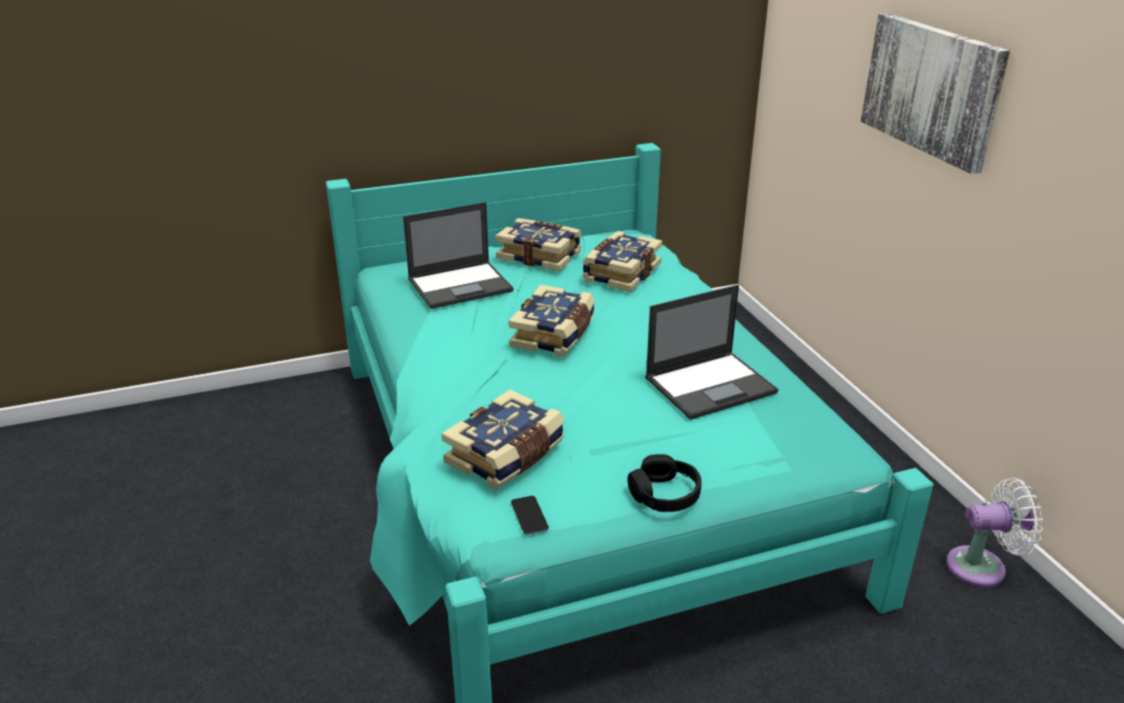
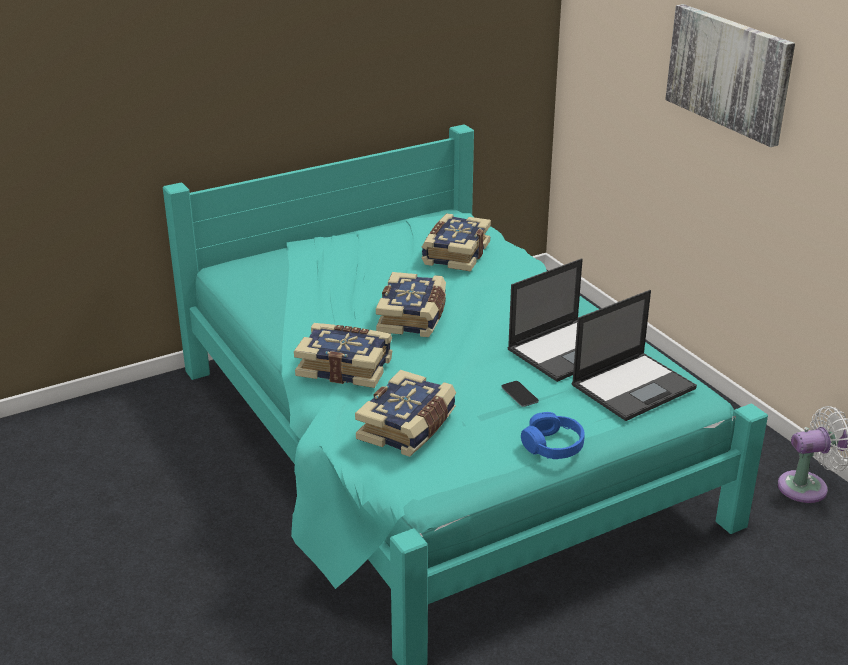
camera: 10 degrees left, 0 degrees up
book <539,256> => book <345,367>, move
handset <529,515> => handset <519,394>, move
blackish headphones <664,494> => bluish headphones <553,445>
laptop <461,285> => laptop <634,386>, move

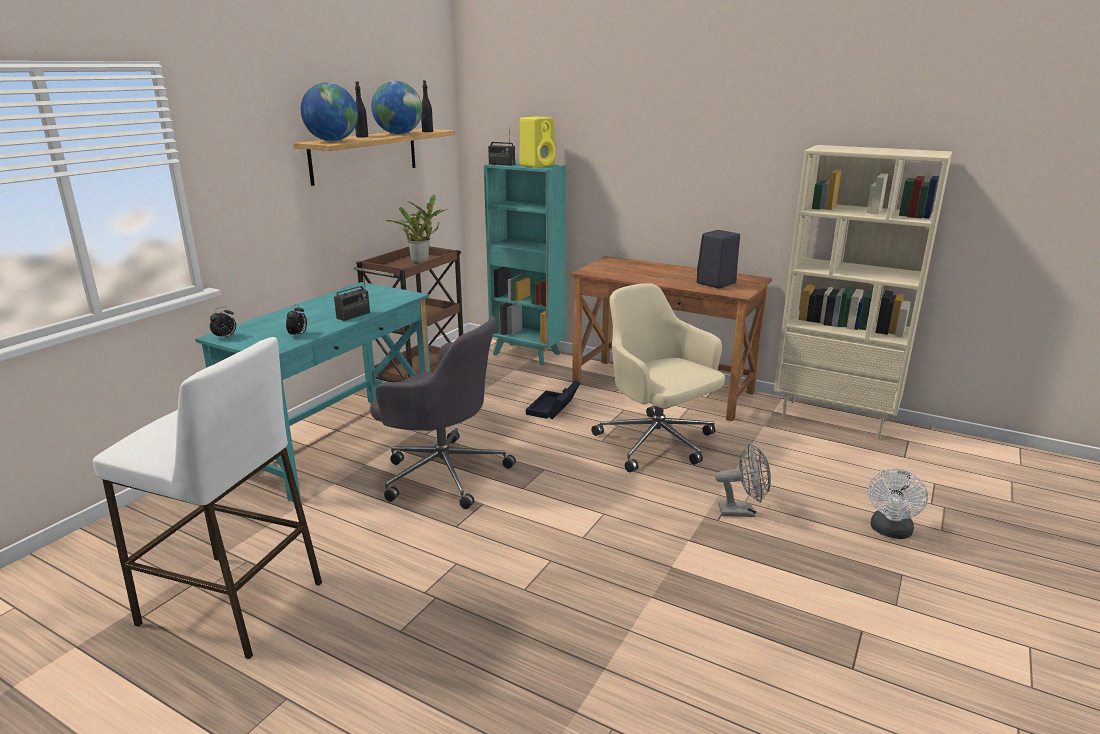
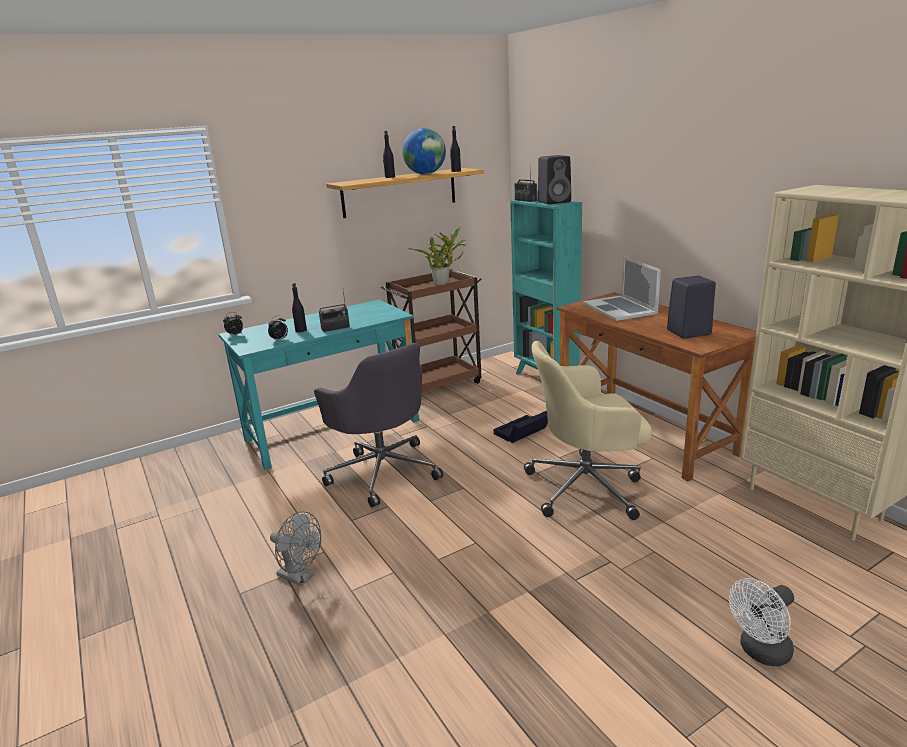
camera: 30 degrees right, 0 degrees up
grey cooling fan <742,511> => grey cooling fan <301,577>, move
nothing => blackish drink bottle <301,330>
beige computer chair <657,443> => beige computer chair <587,487>, 90 degrees counterclockwise
yellow-coloured loudspeaker <537,165> => blackish loudspeaker <555,202>
nothing => laptop <620,308>
white-coloured sitting stool <233,603> => nothing
desk globe <332,141> => nothing

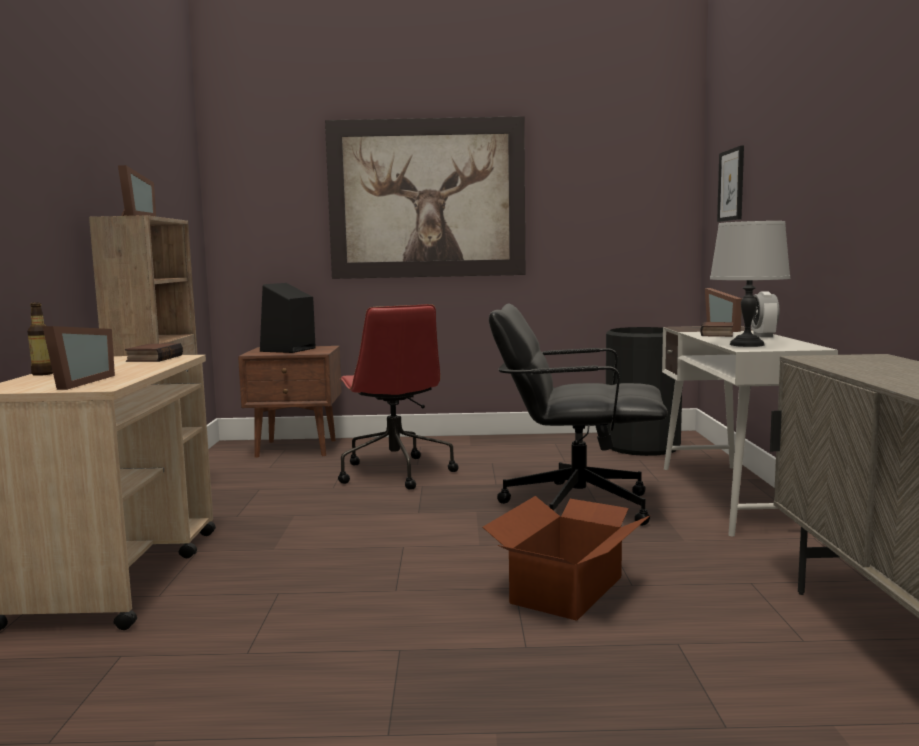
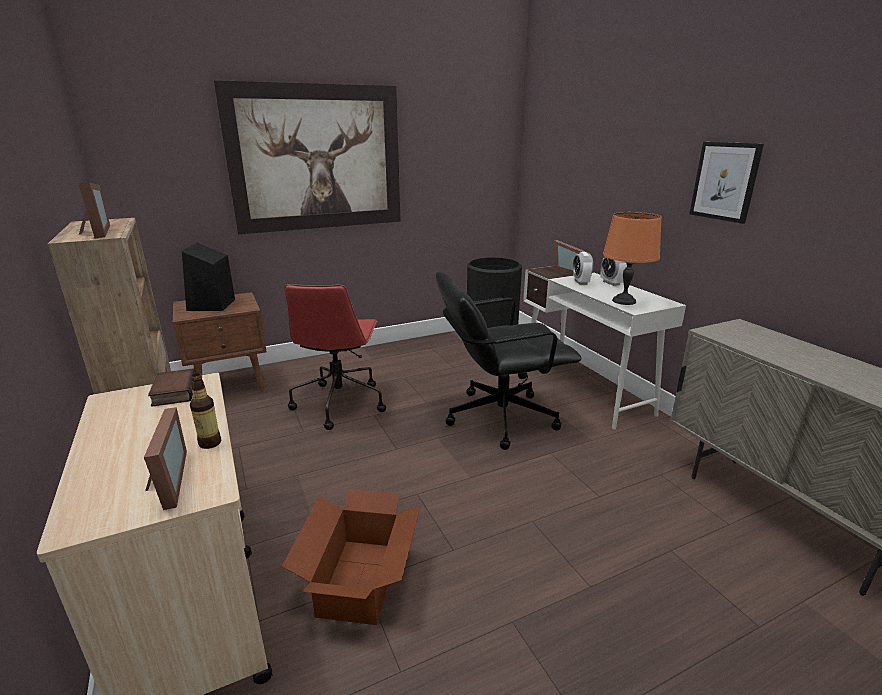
camera: 25 degrees left, 15 degrees up
drink bottle <42,374> => drink bottle <210,443>, move
packing box <569,590> => packing box <361,579>, move
red computer chair <394,472> => red computer chair <339,403>, 45 degrees clockwise
book <718,334> => alarm clock <581,282>
grey tabletop lamp <746,344> => orange-coloured tabletop lamp <623,301>
wall picture <731,185> => wall picture <724,181>, move

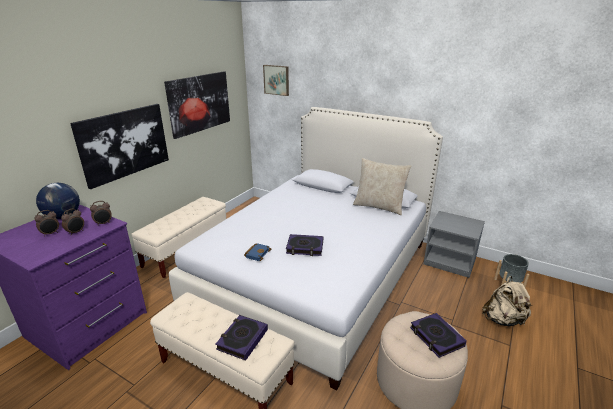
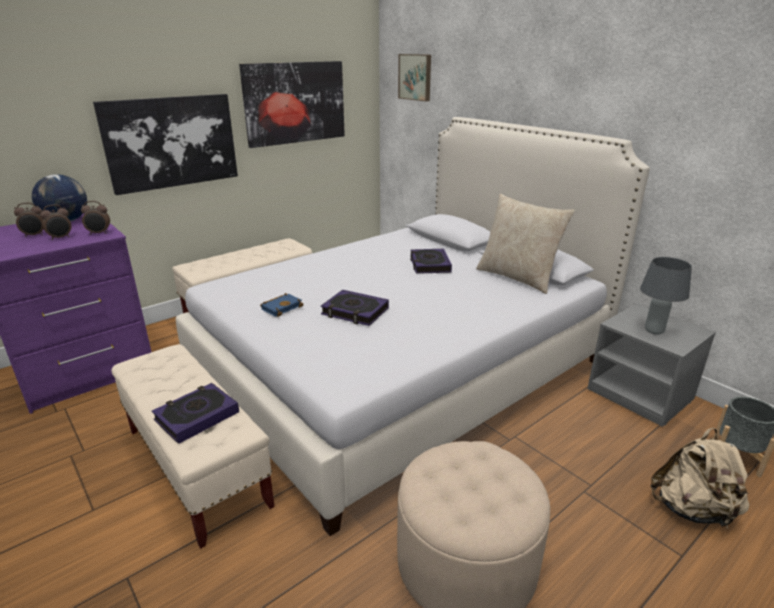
camera: 20 degrees right, 0 degrees up
book <436,337> => book <429,265>, move
nothing => grey tabletop lamp <653,331>

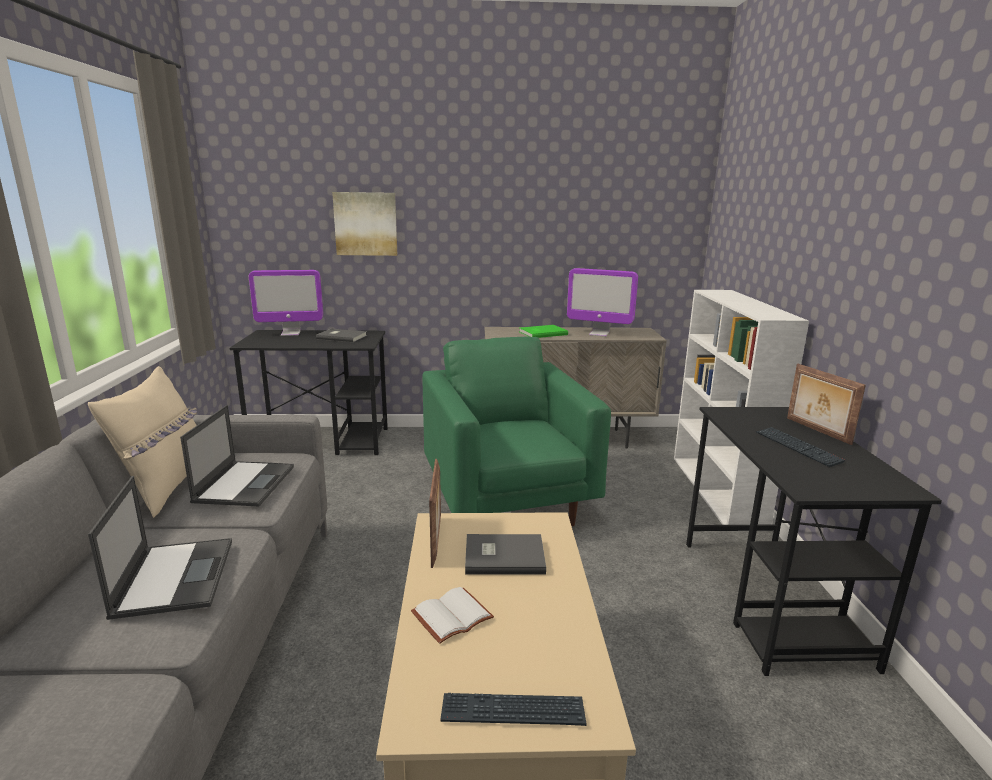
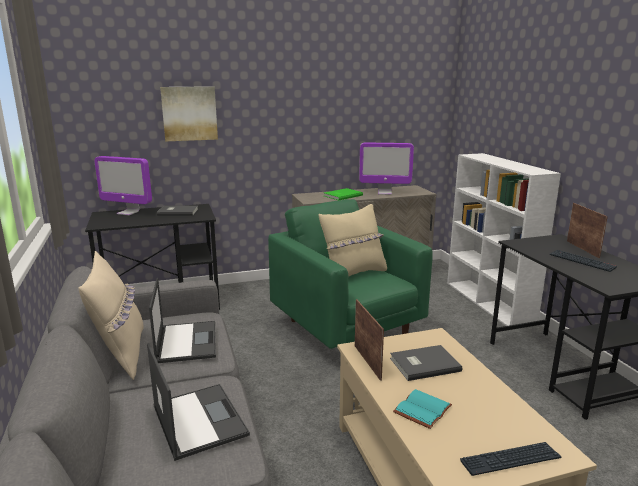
camera: 15 degrees left, 0 degrees up
computer display <290,333> => computer display <128,212>, 45 degrees clockwise
nothing => beige pillow <353,274>
white-coloured book <452,614> => turquoise-coloured book <421,409>
standing frame <816,431> => standing frame <583,249>, 150 degrees counterclockwise

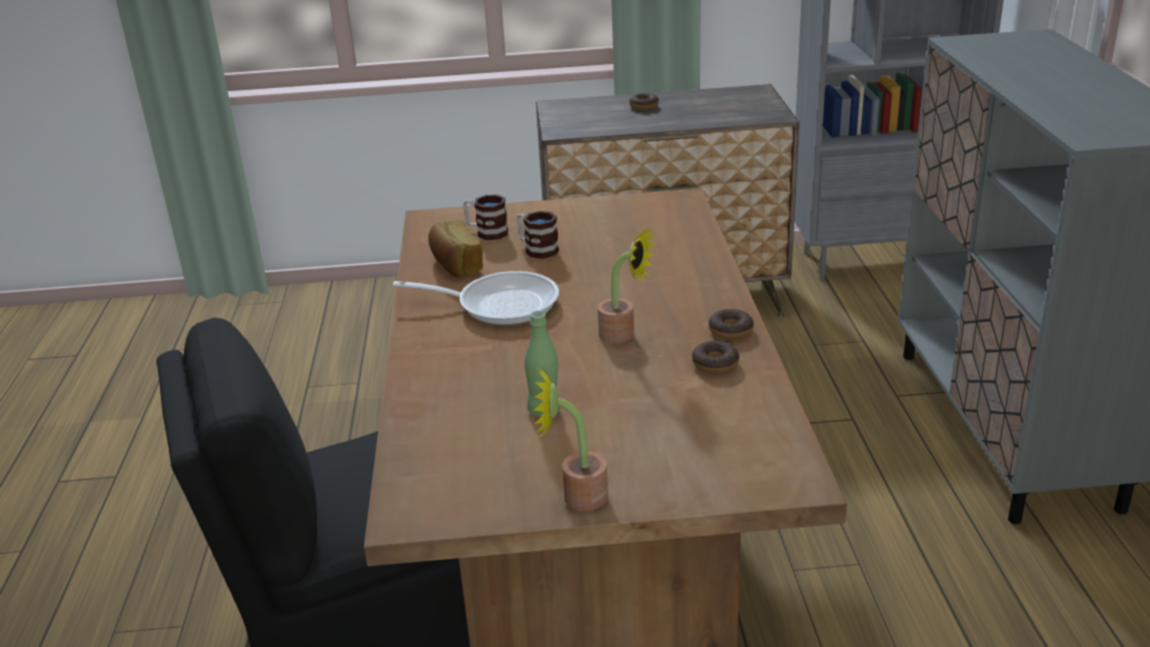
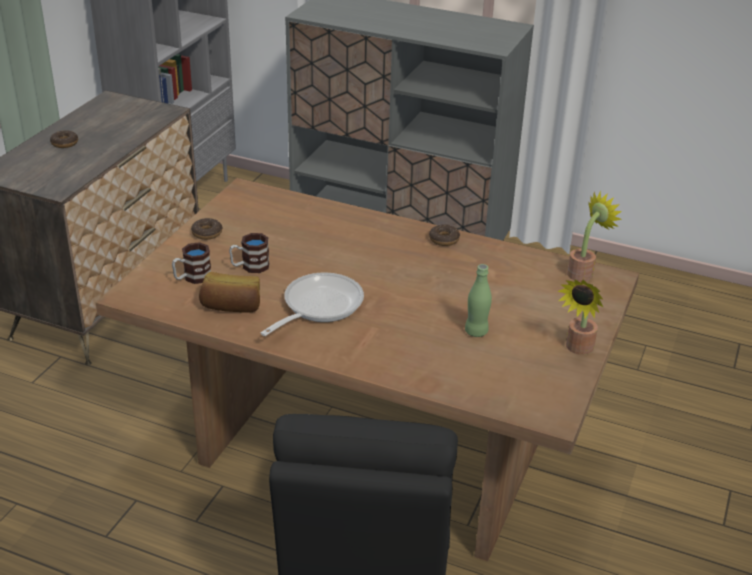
camera: 65 degrees left, 5 degrees up
doughnut <715,364> => doughnut <207,233>, move
houseplant <623,336> => houseplant <583,272>, move

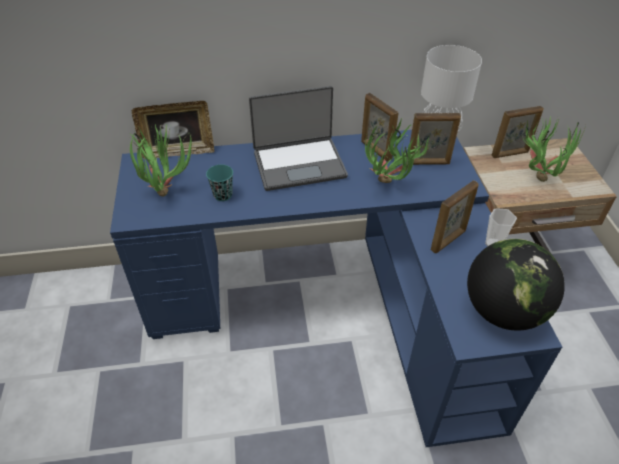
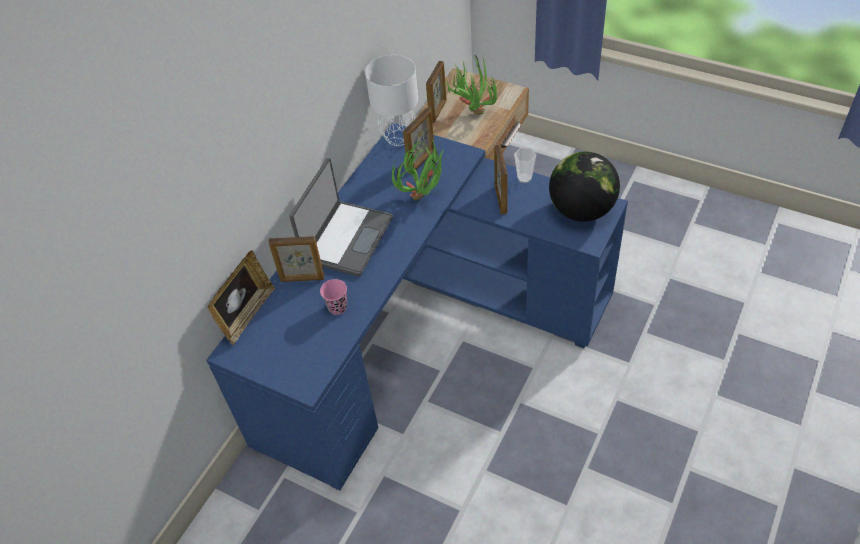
camera: 50 degrees left, 5 degrees up
standing frame <375,151> => standing frame <302,279>, move
turquoise-coloured cup <223,195> => pink-coloured cup <337,307>
houseplant <165,188> => nothing

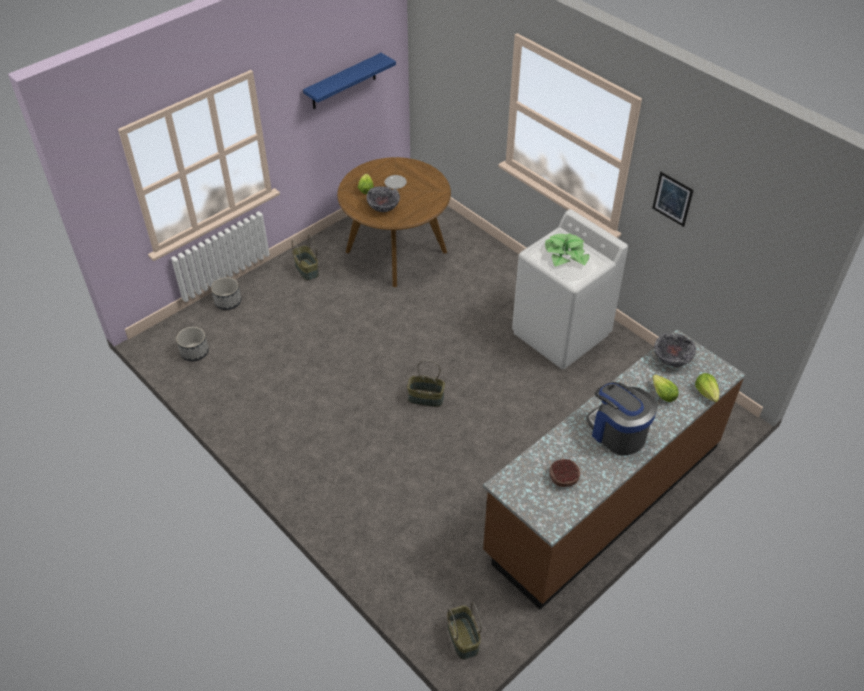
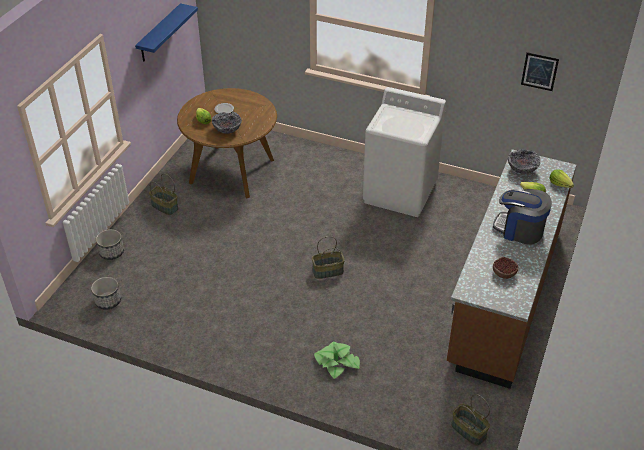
camera: 25 degrees left, 5 degrees down
houseplant <566,255> => houseplant <337,362>, move
wall picture <672,199> => wall picture <539,71>, move

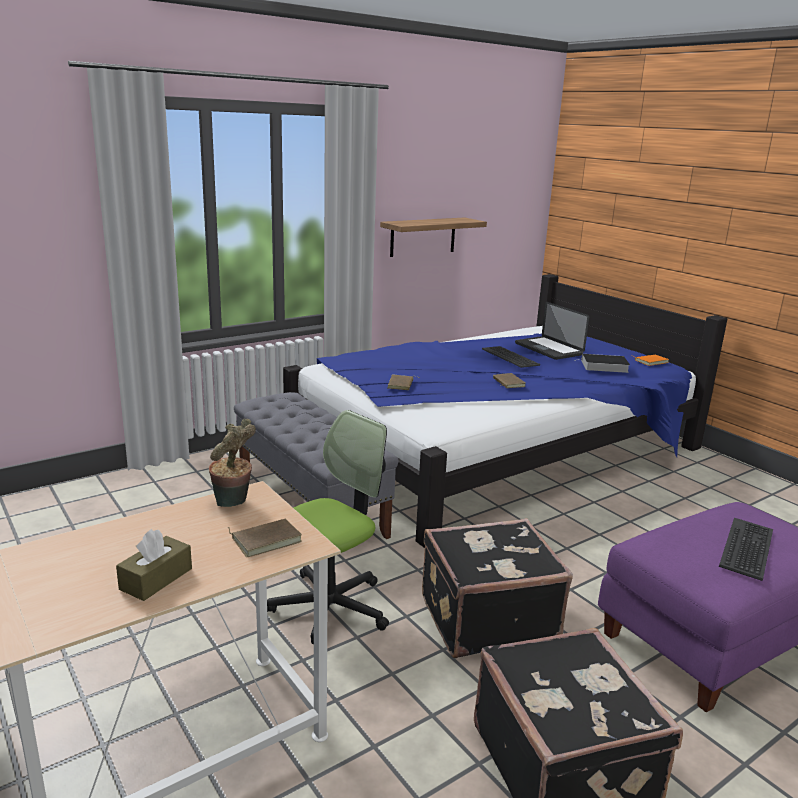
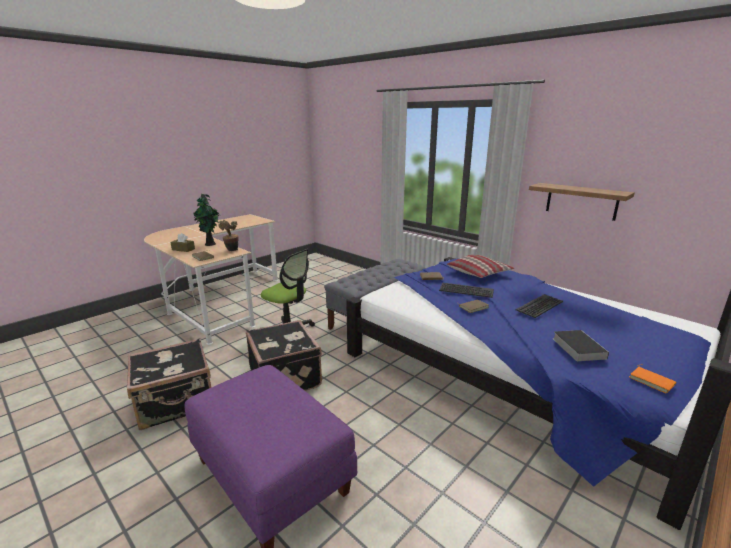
camera: 80 degrees right, 0 degrees up
nothing => houseplant <210,244>
keyboard <748,549> => keyboard <466,290>, move
nothing => pillow <479,273>
laptop <548,349> => nothing

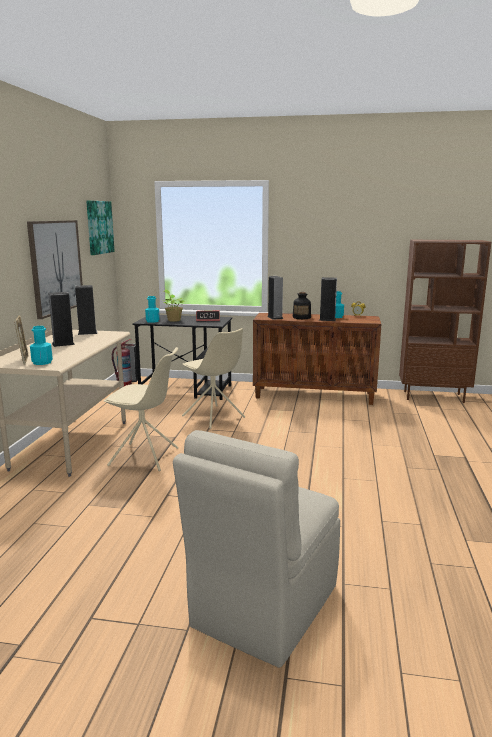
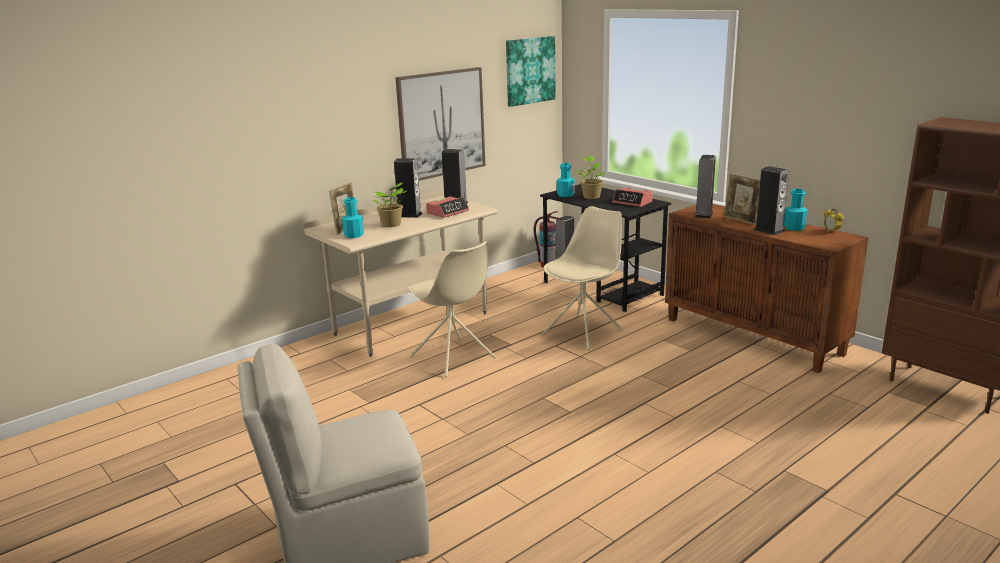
camera: 40 degrees right, 5 degrees up
nothing => houseplant <392,225>
nothing => alarm clock <447,212>
beige chair <214,417> => beige chair <583,332>, 135 degrees counterclockwise
drink bottle <301,317> => standing frame <741,220>

